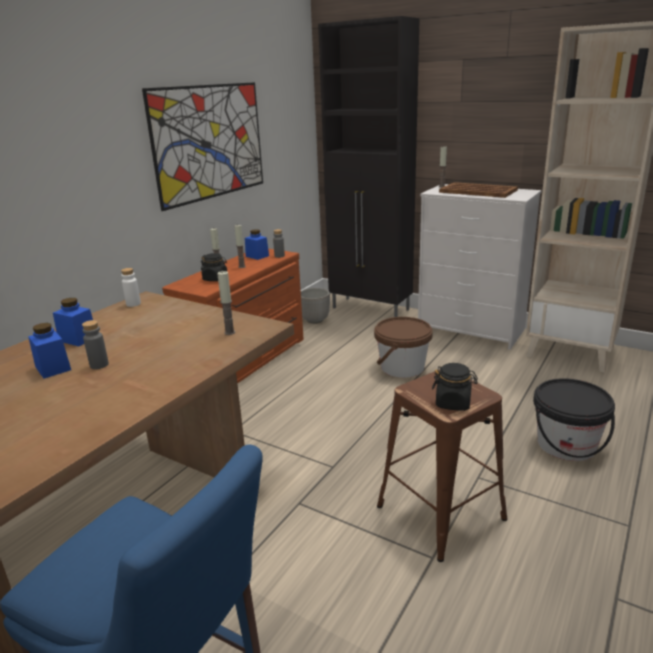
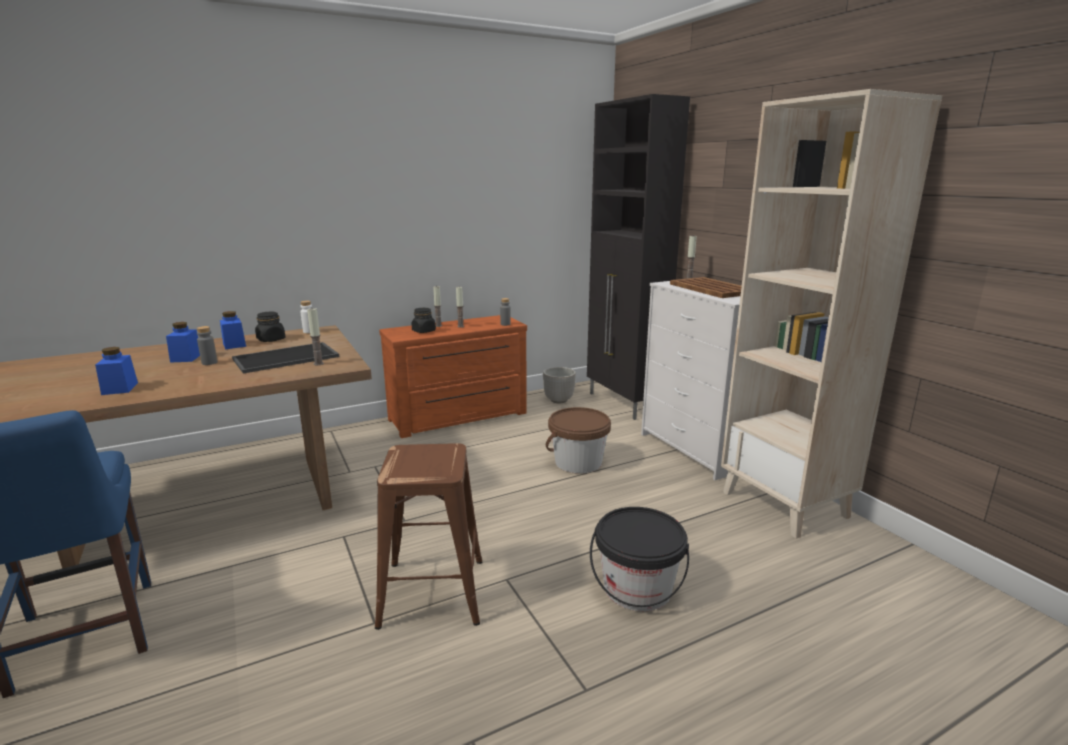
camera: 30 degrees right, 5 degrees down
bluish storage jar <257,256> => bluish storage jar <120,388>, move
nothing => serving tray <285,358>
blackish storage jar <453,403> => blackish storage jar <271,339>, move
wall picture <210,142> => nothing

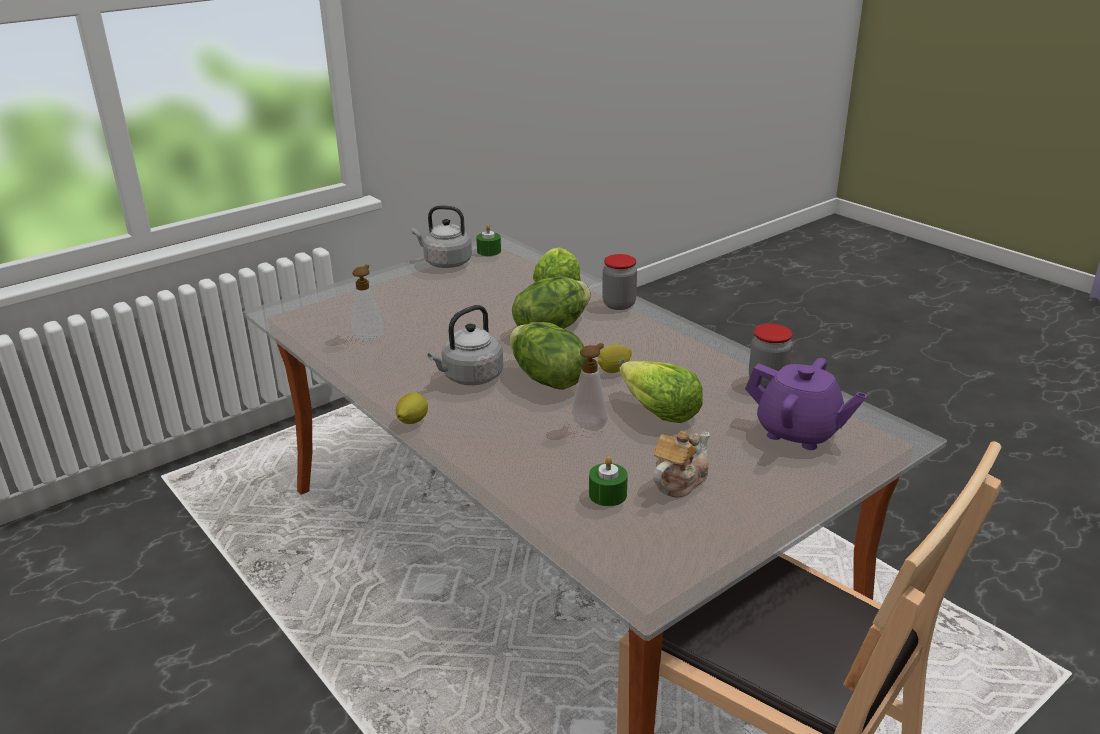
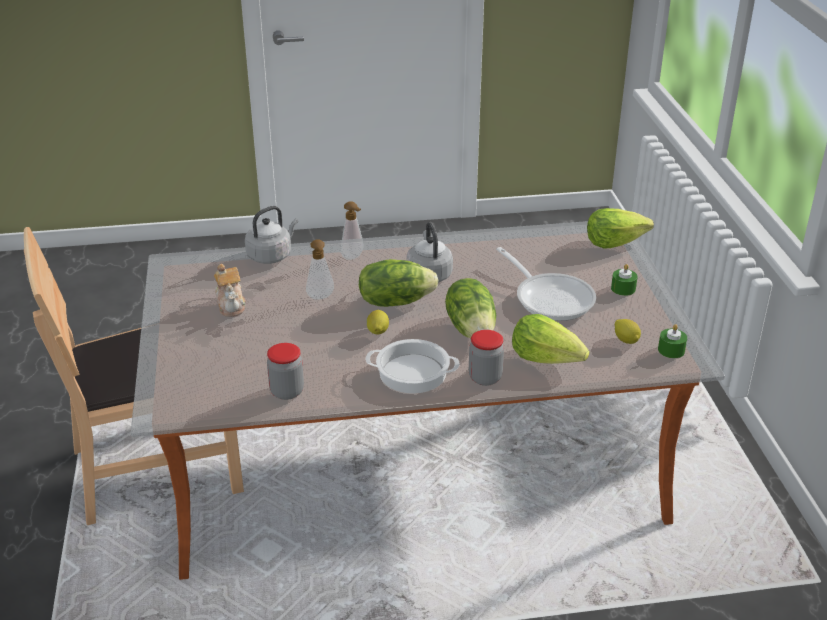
camera: 120 degrees right, 5 degrees up
grey water kettle <445,262> => grey water kettle <271,255>, move
soap bottle <369,336> => soap bottle <354,257>, move
nothing => saucepot <413,372>
nothing => skillet <550,298>
lettuce head <658,411> => lettuce head <614,242>, move
green wax light <607,494> => green wax light <623,289>, move
whole lemon <412,421> => whole lemon <626,340>, move
purple teapot <798,432> => nothing

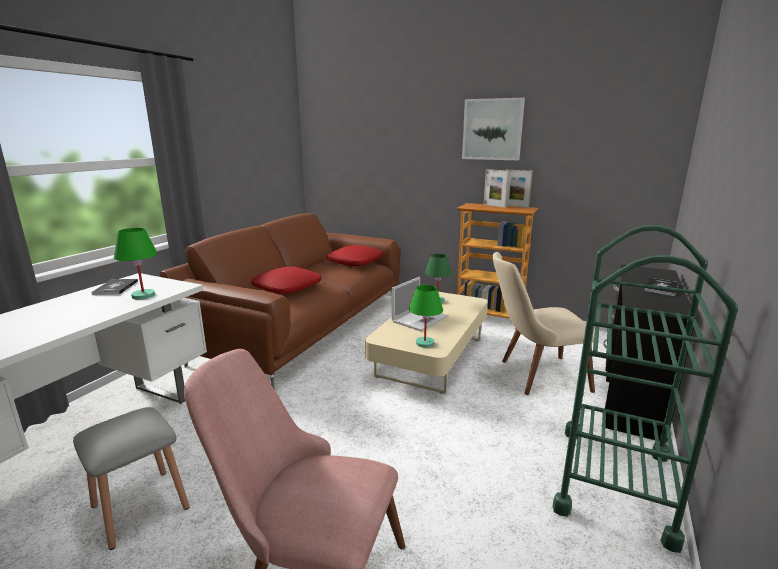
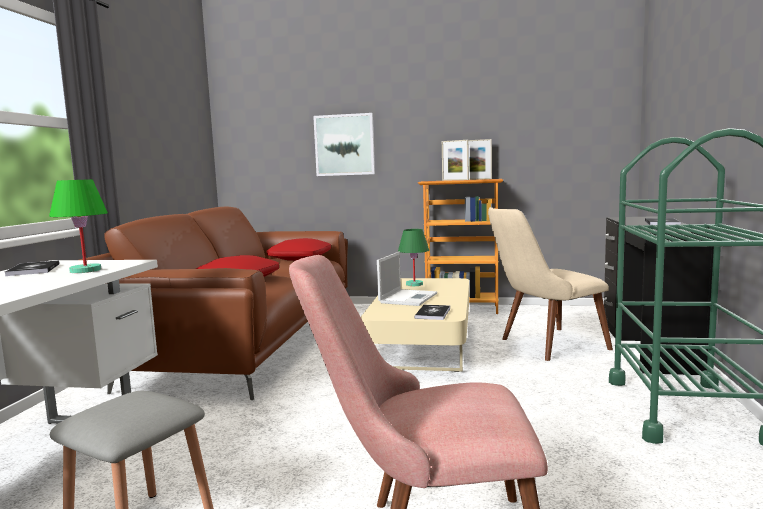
camera: 15 degrees left, 10 degrees down
wall picture <492,129> => wall picture <344,145>, move
green tabletop lamp <425,343> => book <433,313>

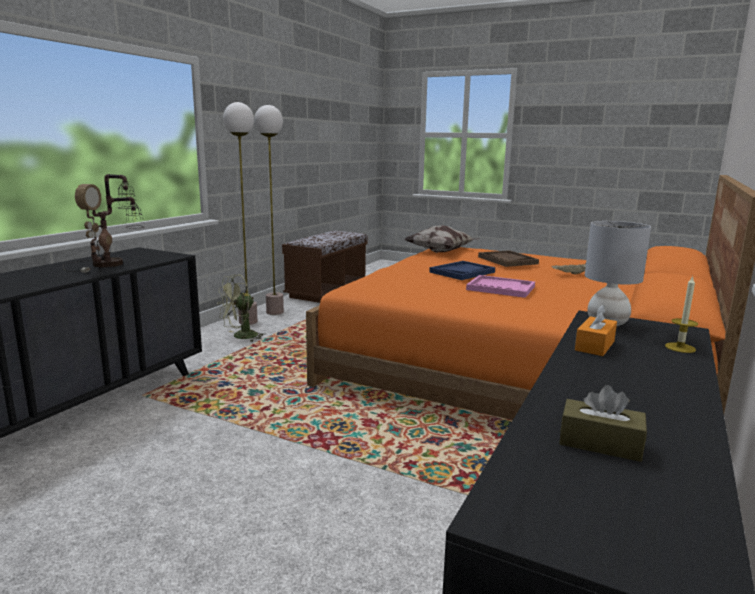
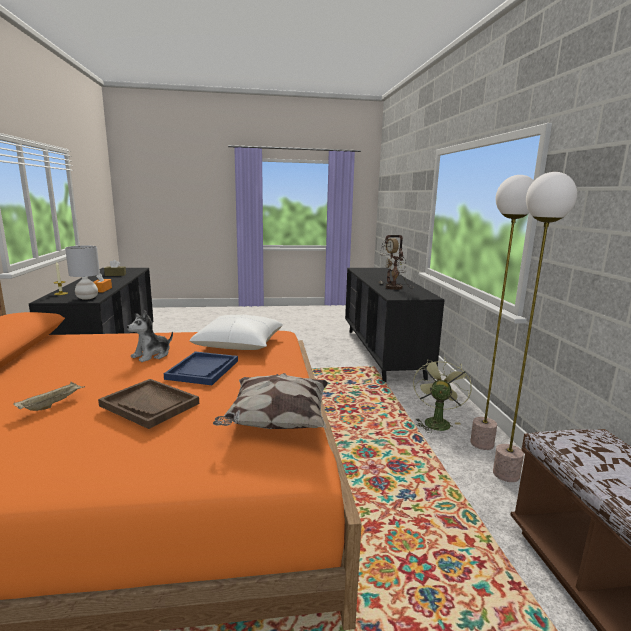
camera: 145 degrees right, 0 degrees up
pink-coloured serving tray <500,288> => soft toy <152,355>
nothing => white-coloured pillow <239,344>

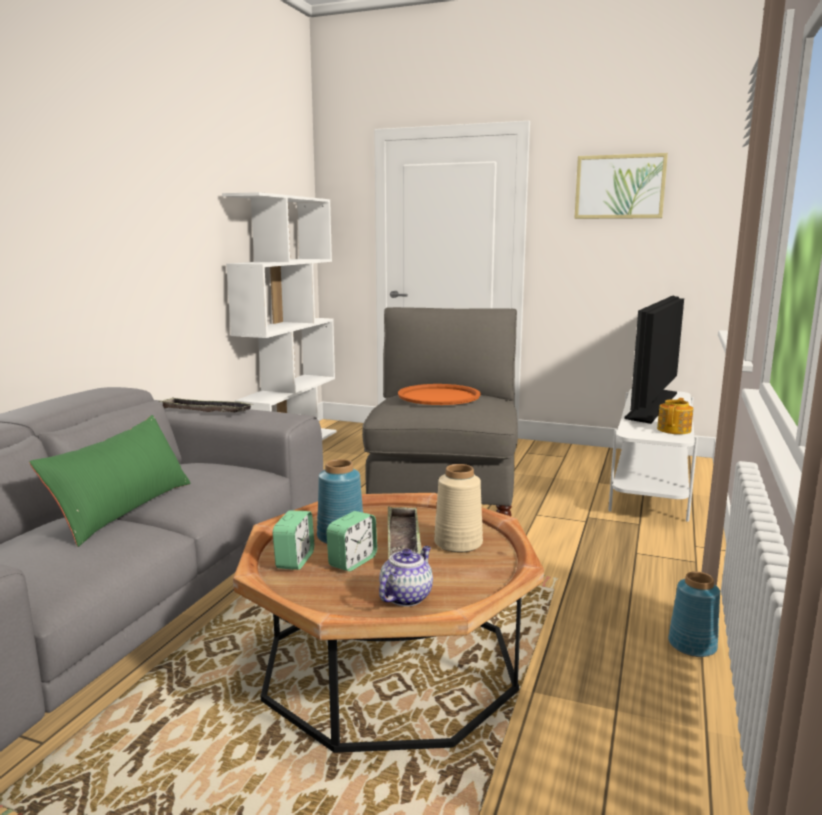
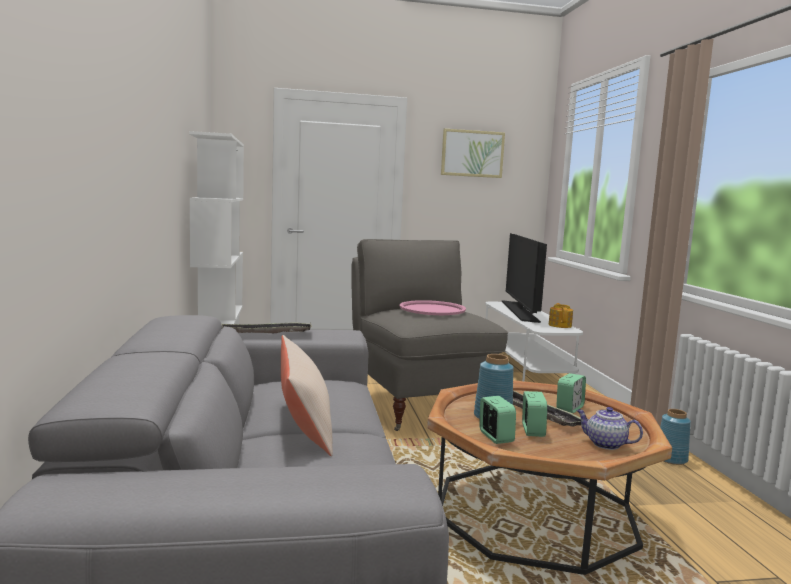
camera: 30 degrees left, 5 degrees down
green pillow <123,509> => beige pillow <303,423>
orange-coloured serving tray <439,396> => pink-coloured serving tray <432,309>
beige vase <458,543> => alarm clock <569,408>
teapot <406,596> => teapot <605,444>, 60 degrees counterclockwise

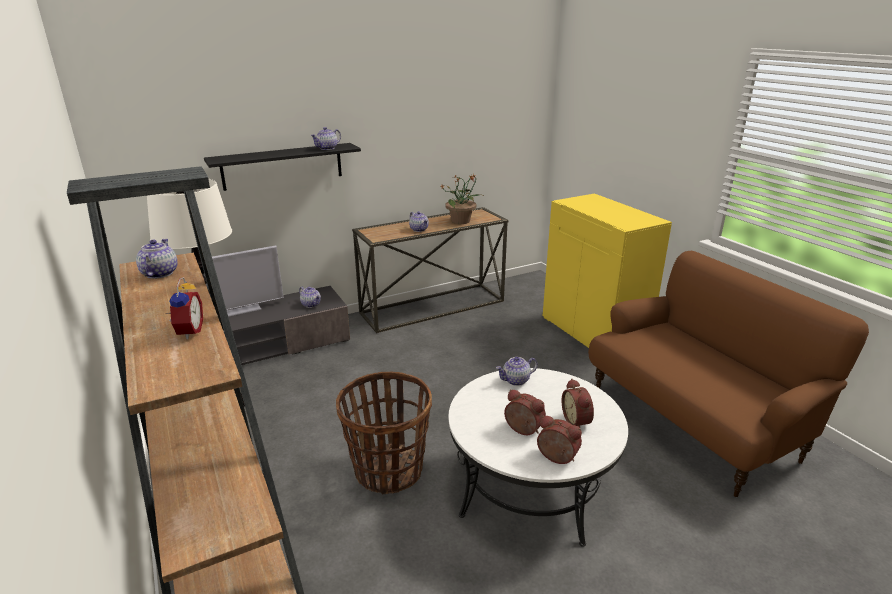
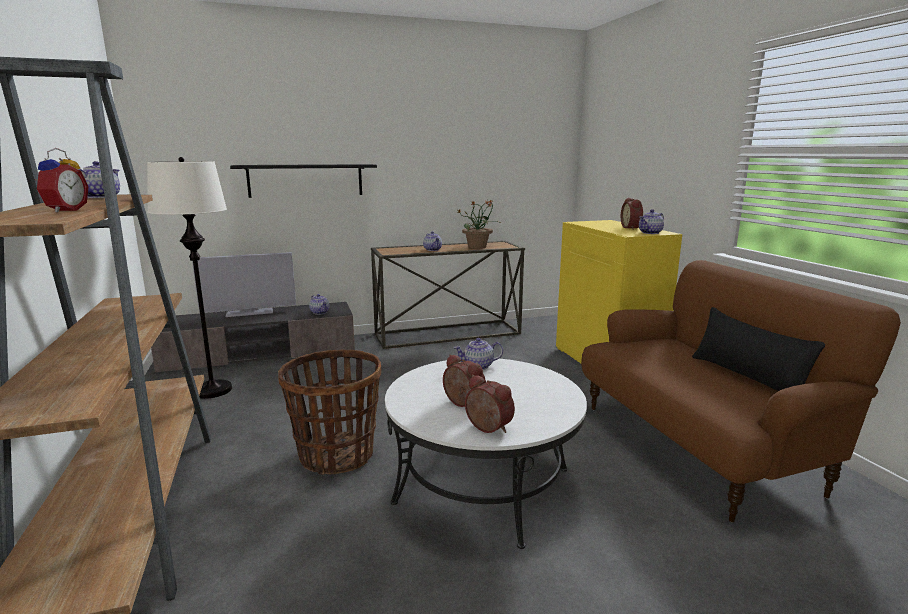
camera: 10 degrees right, 10 degrees down
alarm clock <577,421> => alarm clock <632,228>, move
teapot <327,148> => teapot <650,233>, move
nothing => blackish pillow <747,377>

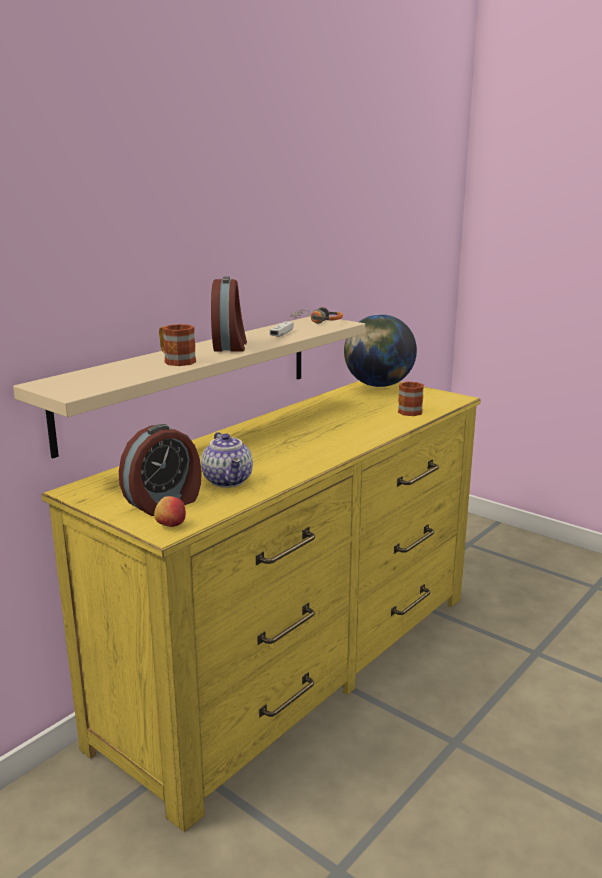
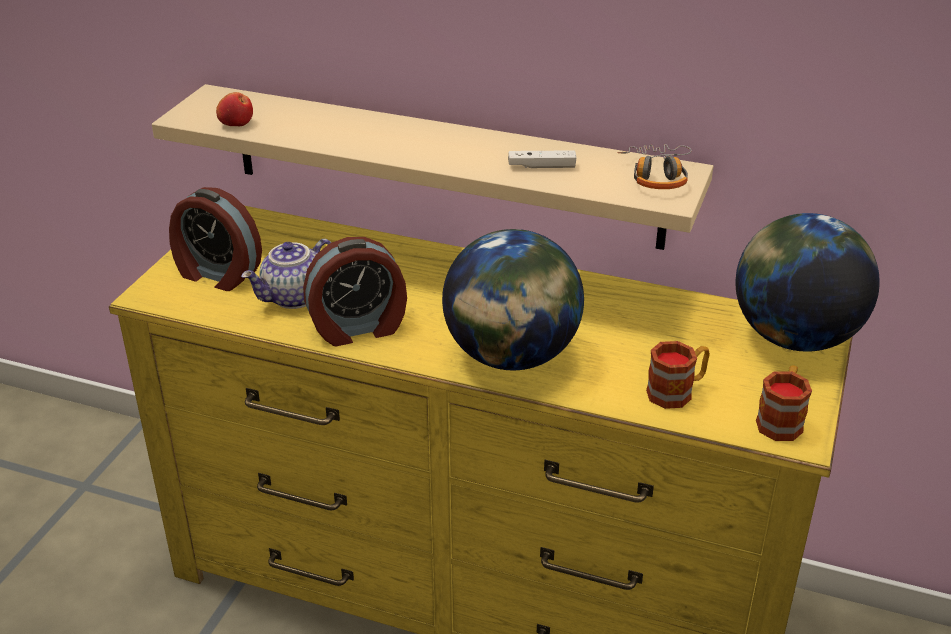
camera: 70 degrees right, 15 degrees up
apple fruit <170,524> => apple fruit <236,123>, move
alarm clock <230,346> => alarm clock <358,328>, move
nothing => desk globe <511,356>
tea mug <175,361> => tea mug <781,420>, move

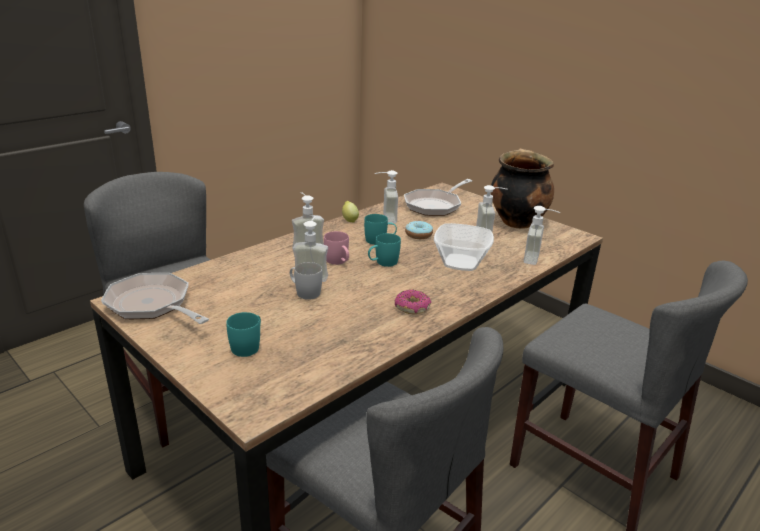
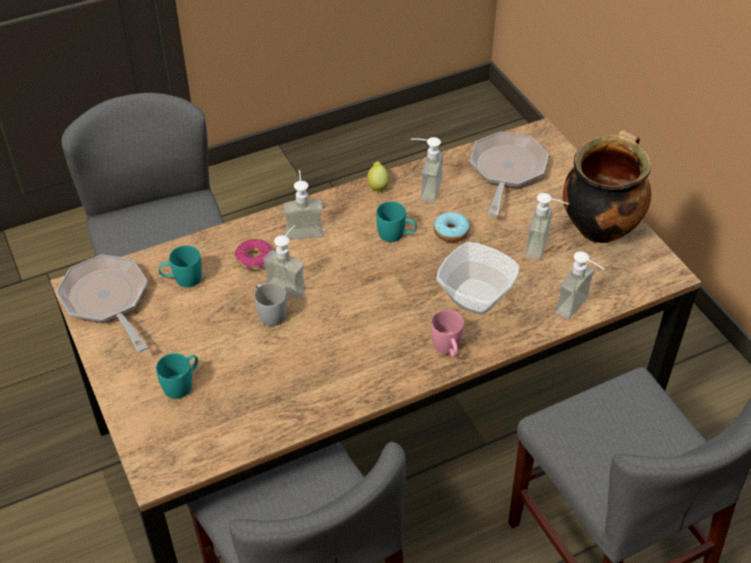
camera: 20 degrees right, 20 degrees up
turquoise-coloured tea mug <382,263> => turquoise-coloured tea mug <182,279>, move
doughnut <412,307> => doughnut <254,259>, move
pink-coloured tea mug <338,262> => pink-coloured tea mug <448,348>, move
skillet <435,205> => skillet <506,172>, 135 degrees clockwise

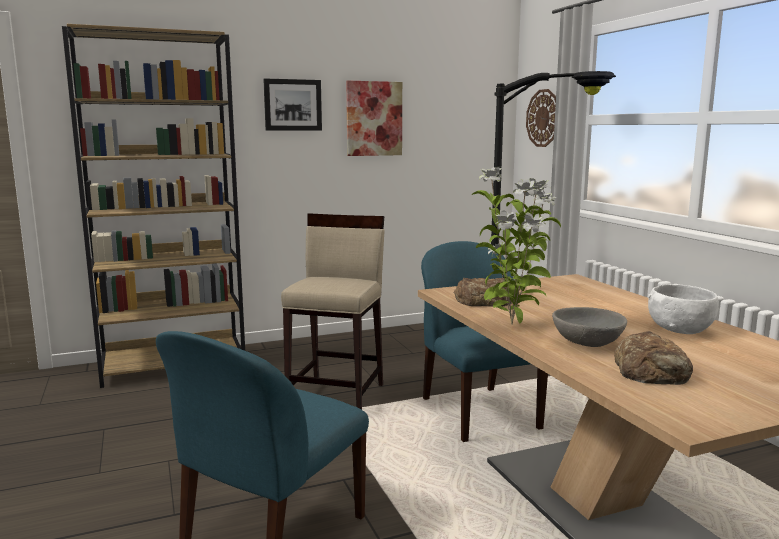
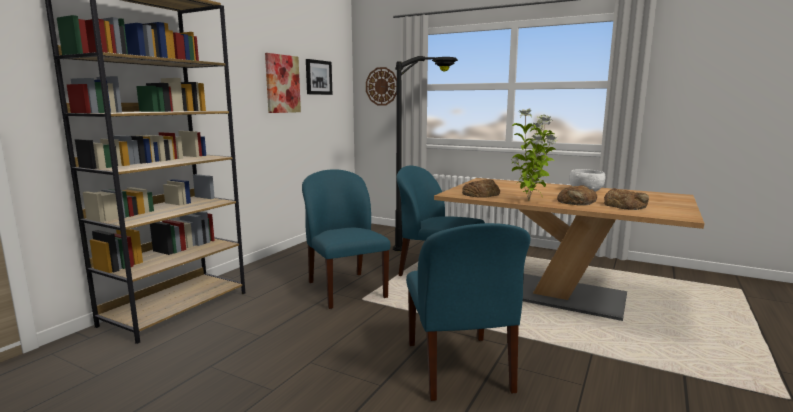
camera: 40 degrees left, 0 degrees up
beige sitting stool <337,395> => bluish chair <345,289>
wall picture <292,105> => wall picture <318,77>, move
grey deep dish <587,343> => bread <577,201>

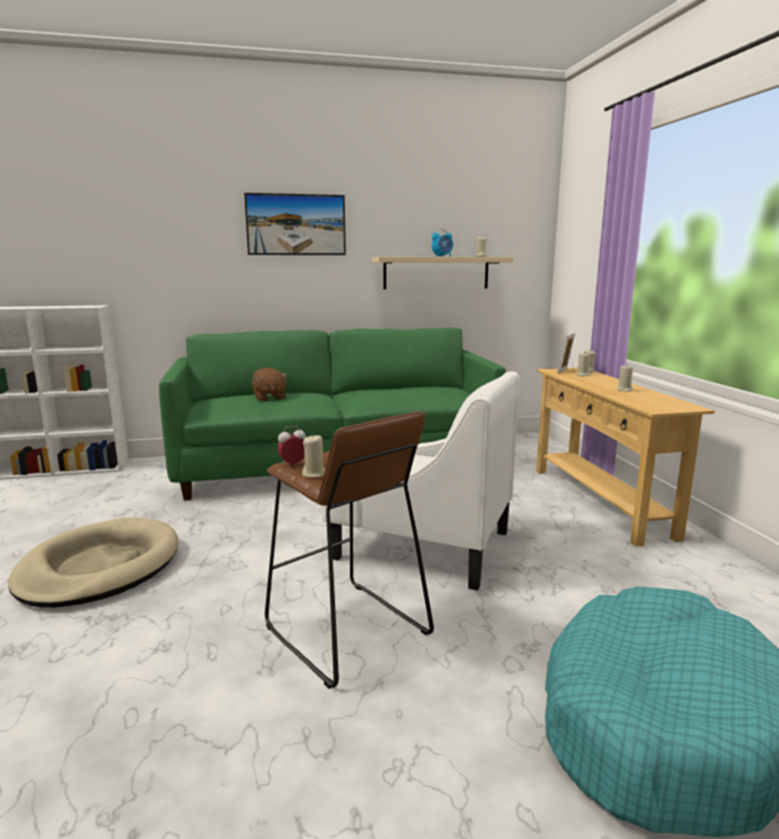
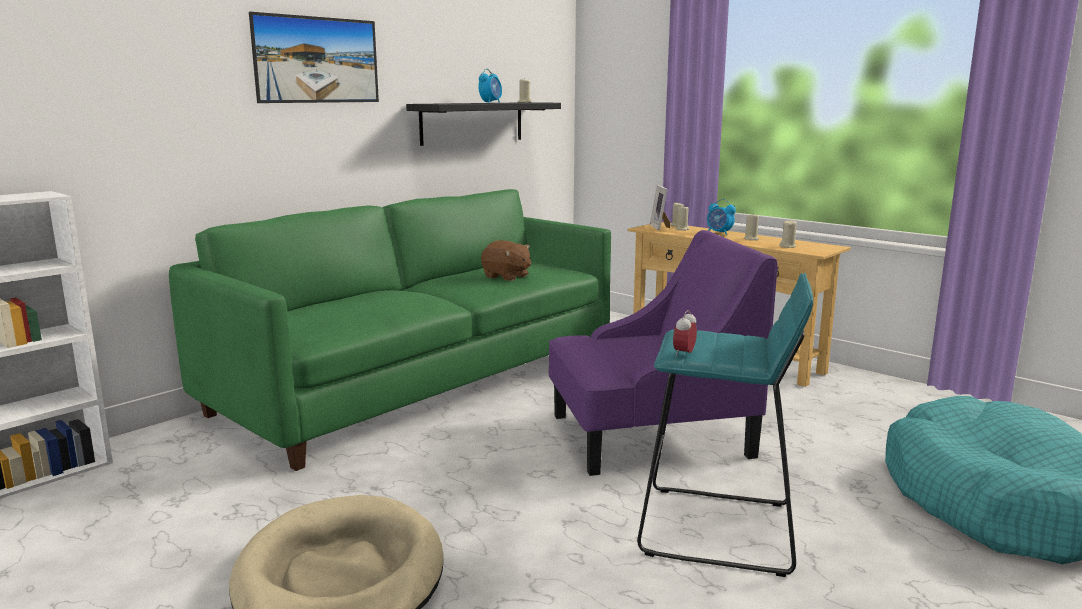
camera: 35 degrees left, 0 degrees up
beige wall shelf <436,273> => blackish wall shelf <472,122>
brown-coloured soft toy <269,398> => brown-coloured soft toy <506,277>, move
white-coloured lounge chair <421,544> => purple lounge chair <649,435>
brown-coloured sitting stool <346,631> => turquoise-coloured sitting stool <719,529>
nothing => alarm clock <719,233>
beige wax light <314,474> => beige wax light <787,246>, move

